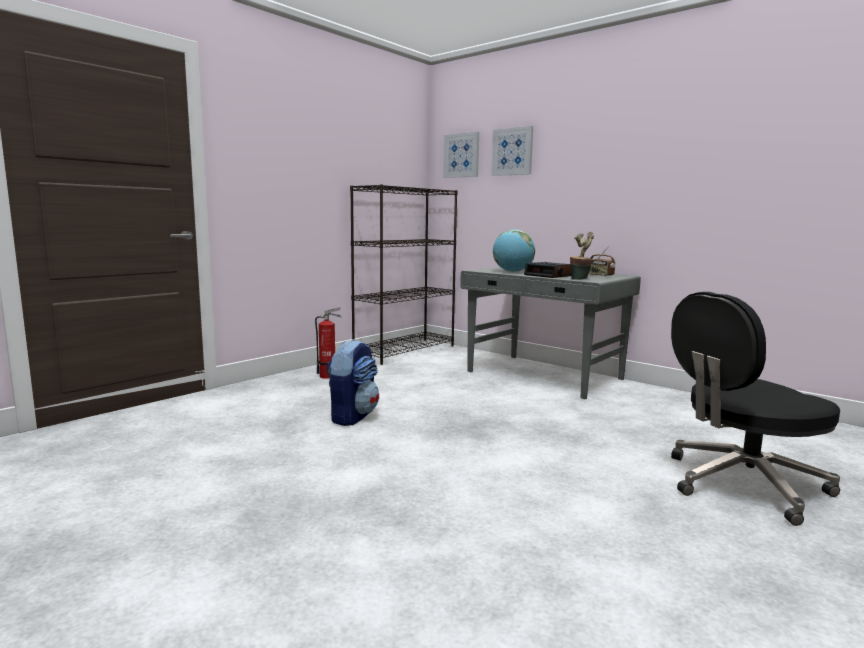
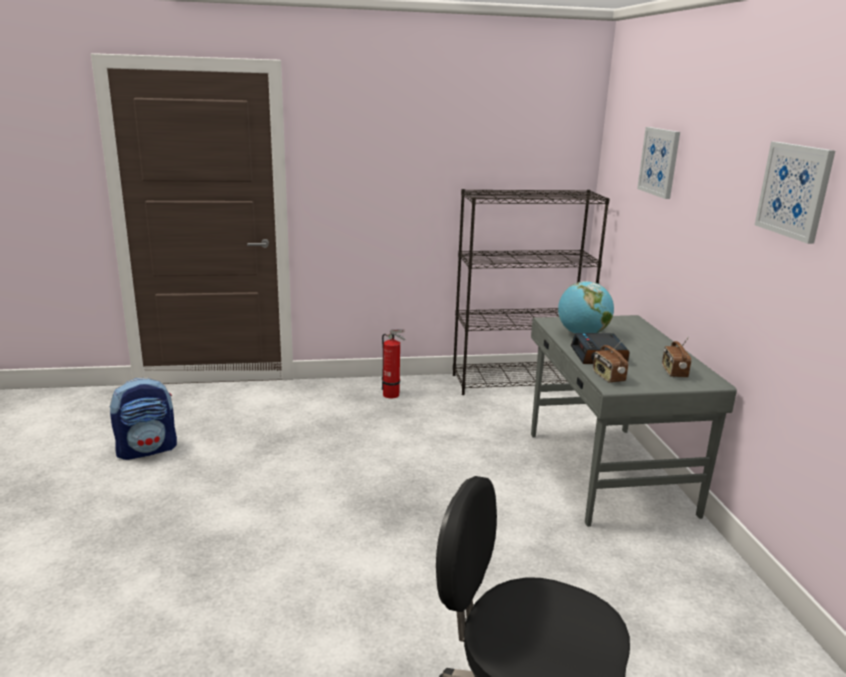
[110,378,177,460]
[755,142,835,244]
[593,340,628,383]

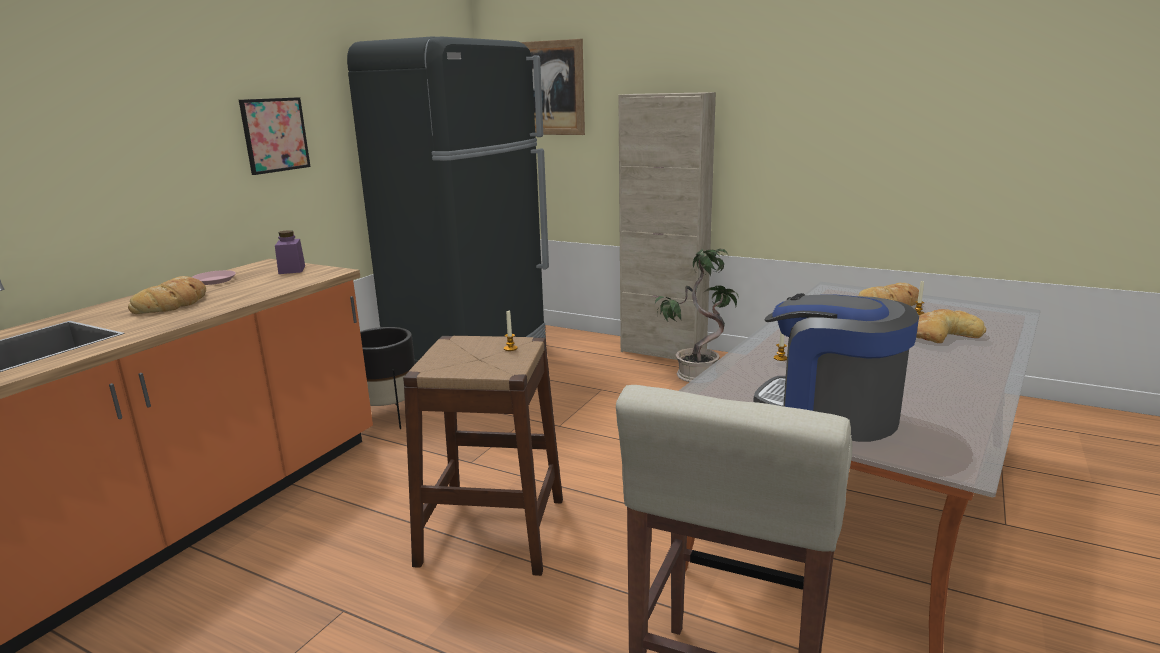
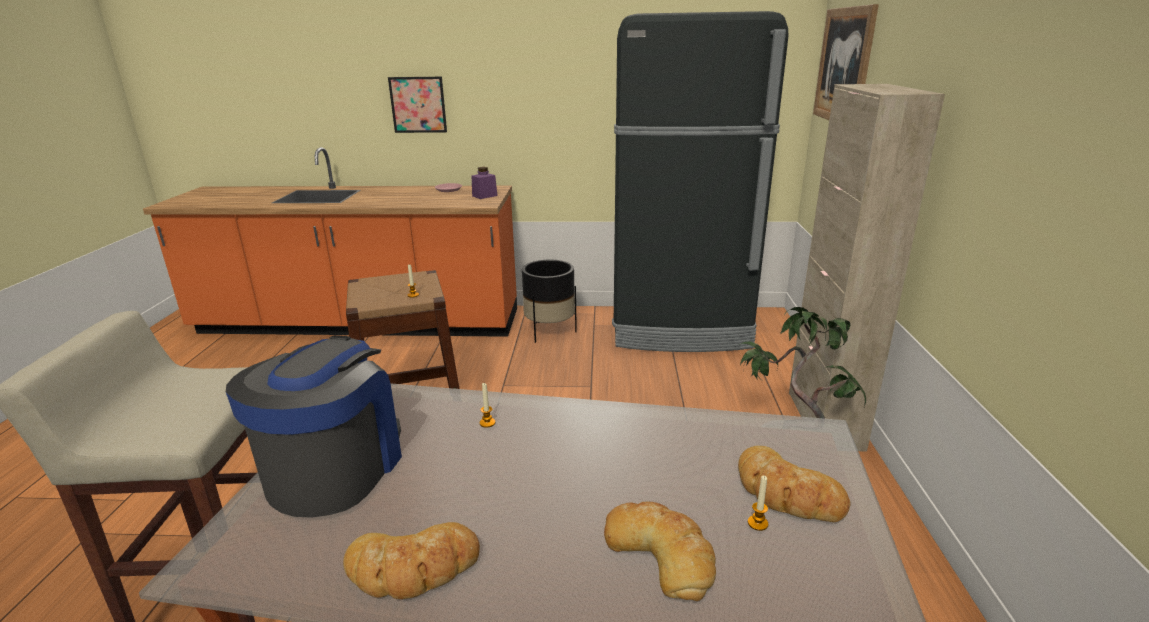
[343,522,480,599]
[388,77,447,133]

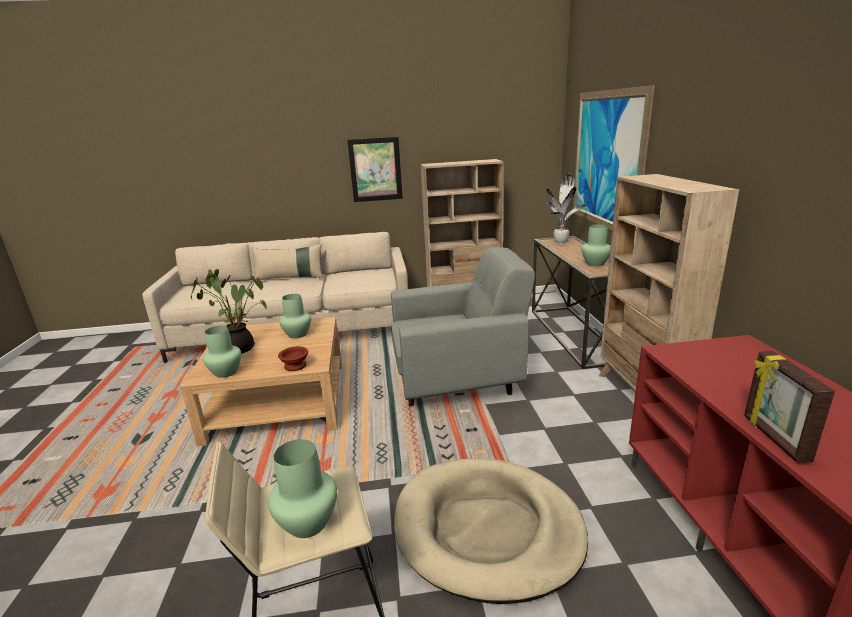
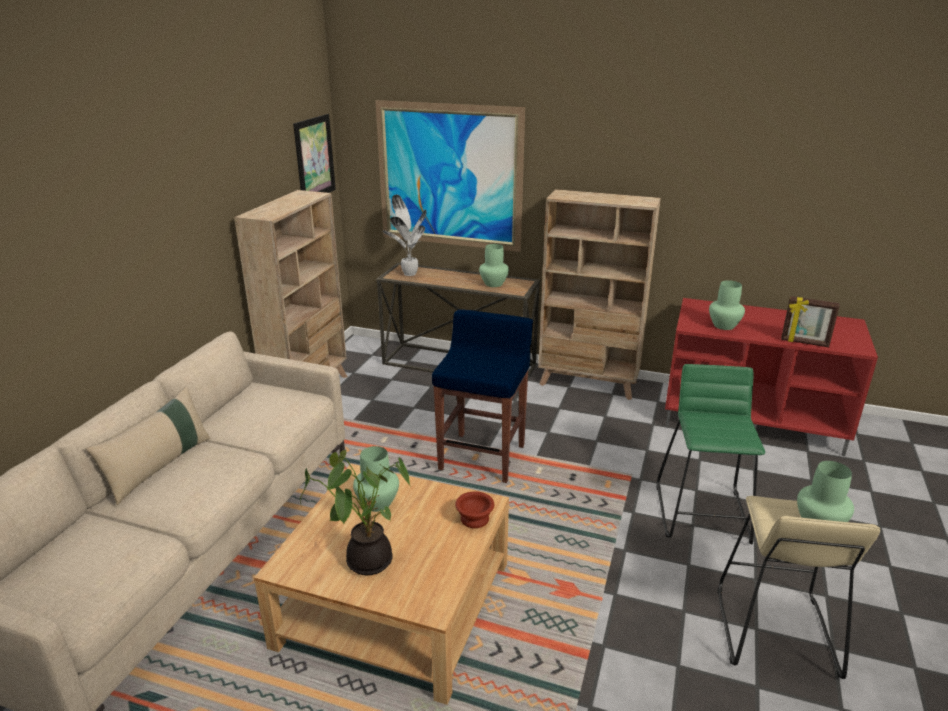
[709,280,745,330]
[293,114,336,193]
[432,309,533,483]
[656,364,765,544]

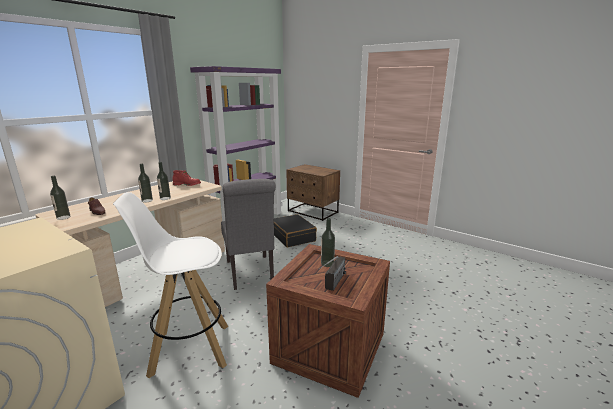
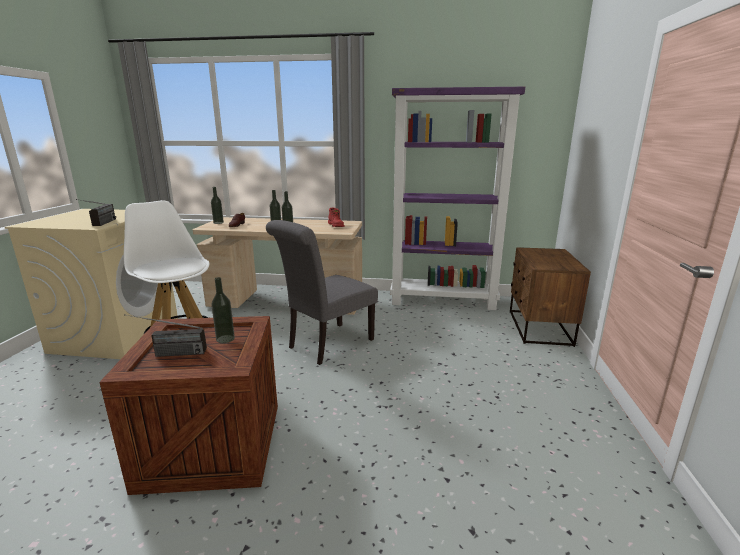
[274,214,317,247] (first image)
[76,199,116,226]

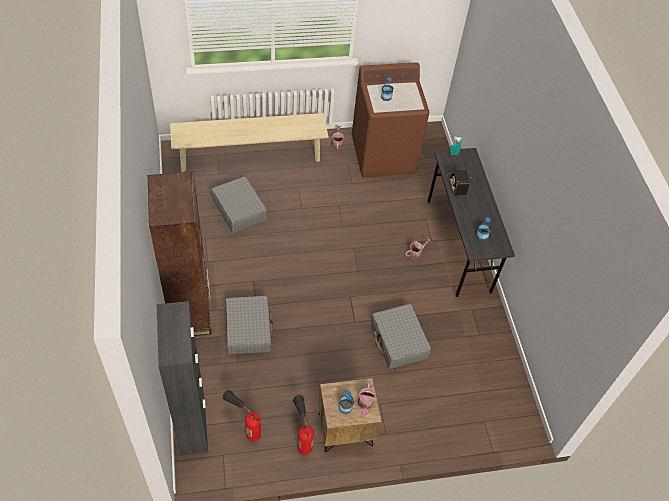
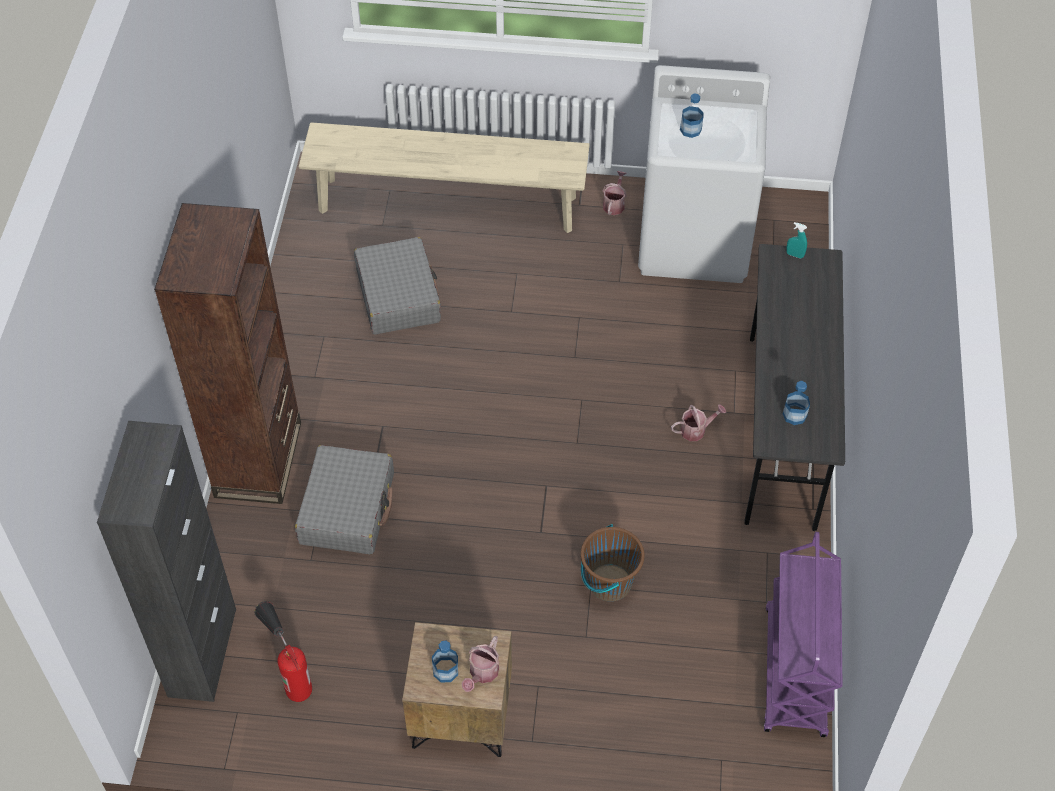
[293,395,314,455] (first image)
[447,170,471,196] (first image)
[763,532,842,737]
[581,524,644,602]
[638,65,770,283]

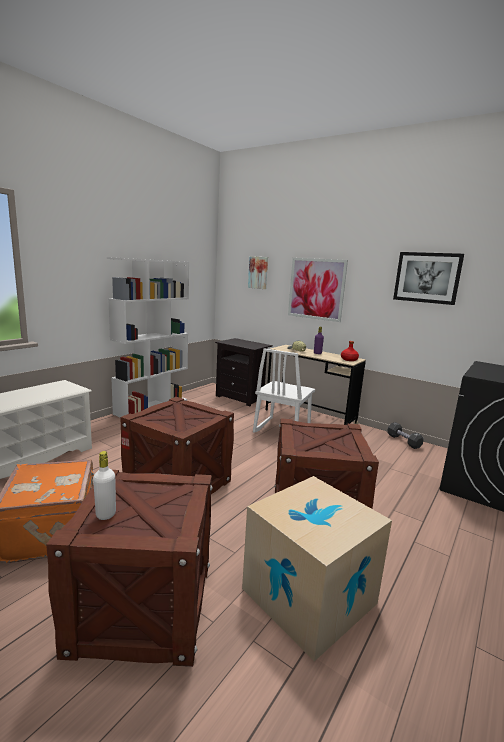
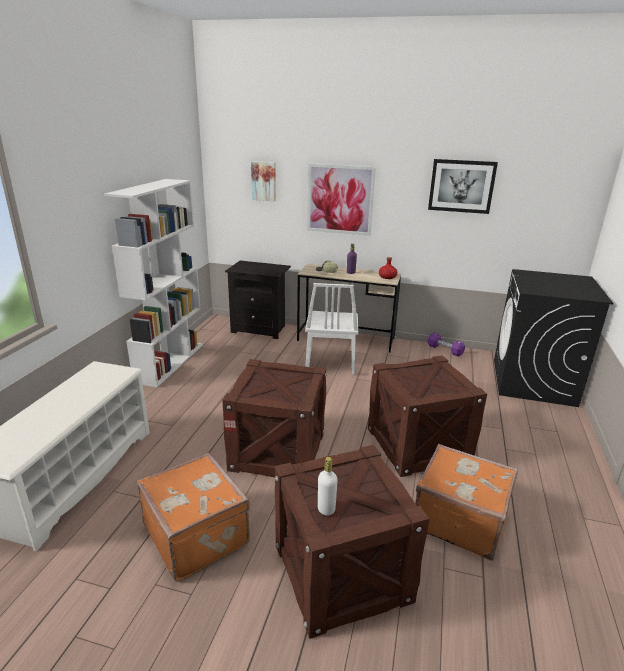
[415,444,518,561]
[428,333,465,357]

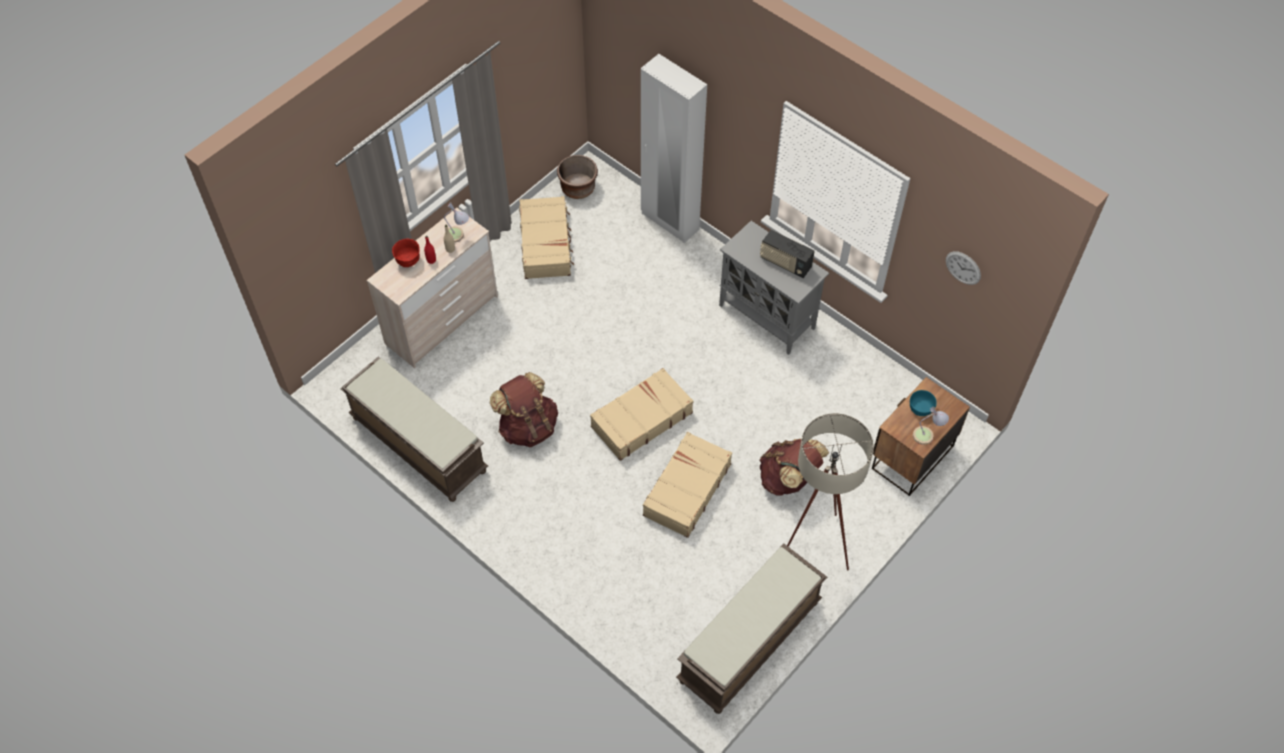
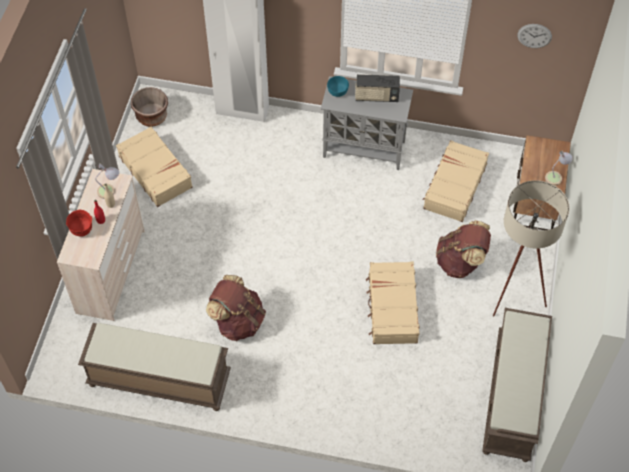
[423,140,489,222]
[327,76,349,97]

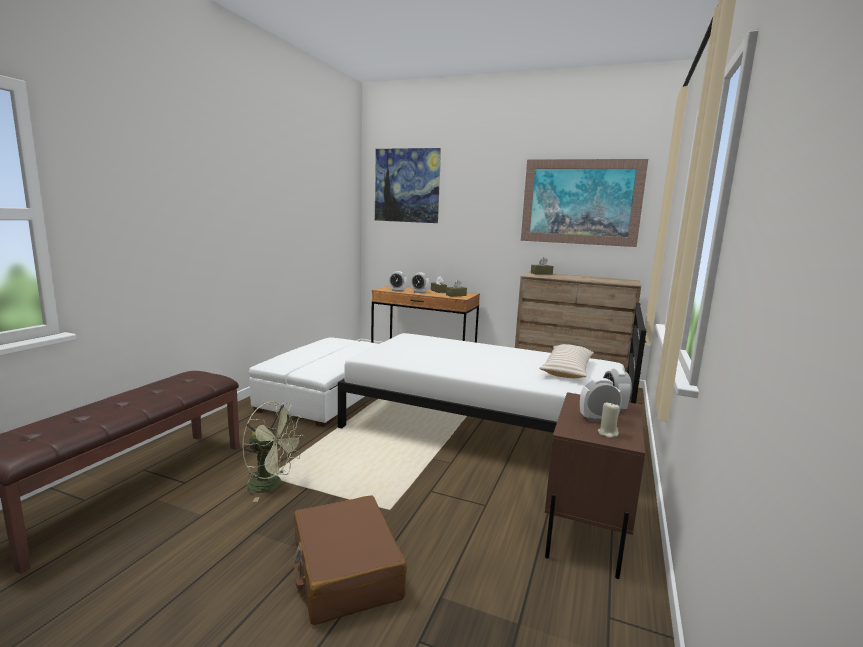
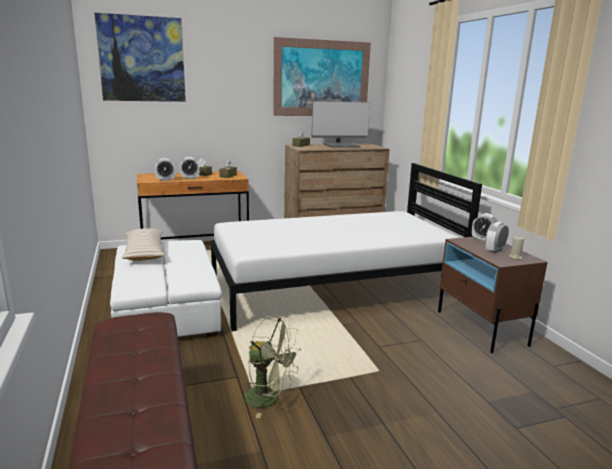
[294,495,407,625] (first image)
[312,101,370,147]
[122,228,165,261]
[243,315,301,418]

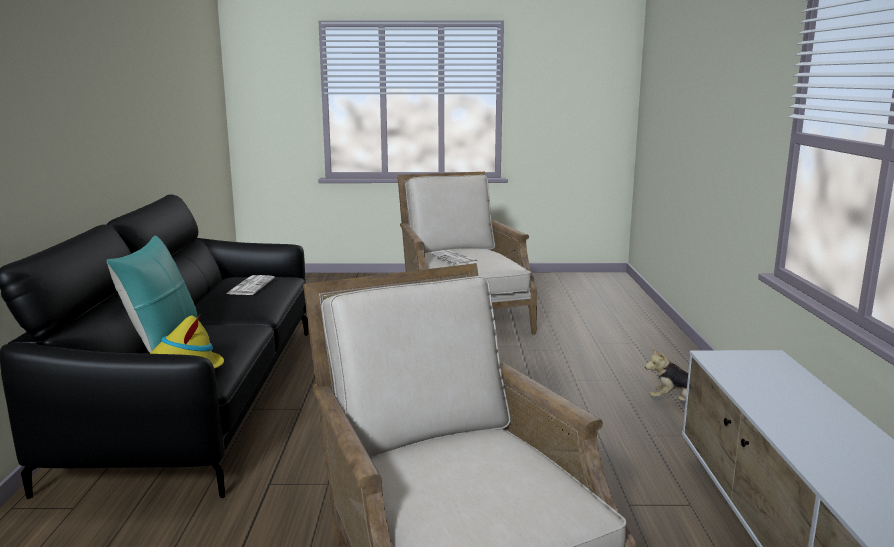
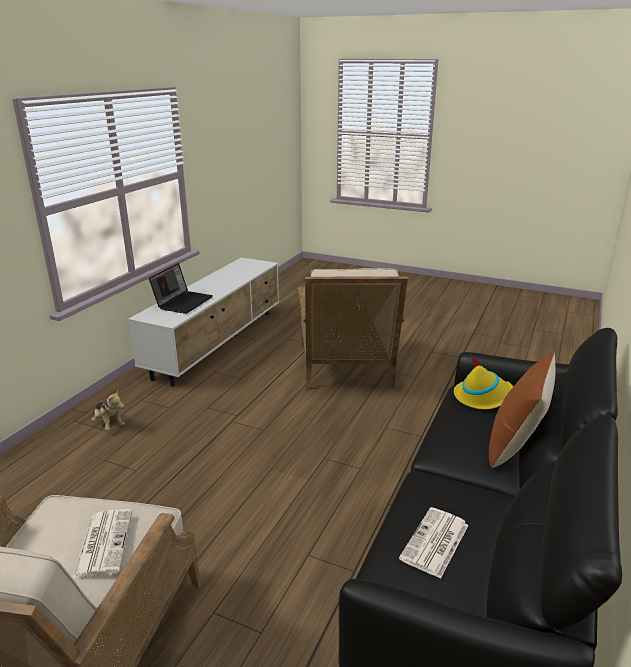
[149,263,213,314]
[489,352,556,468]

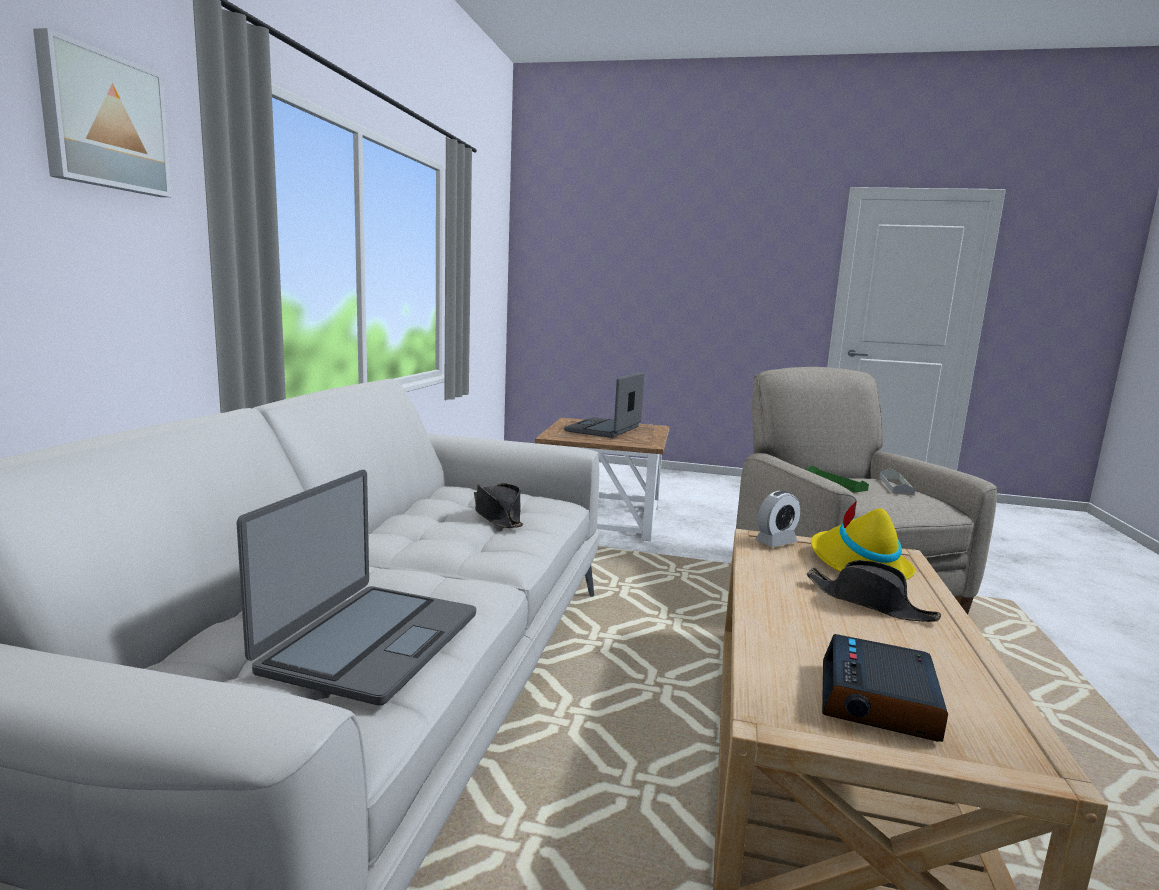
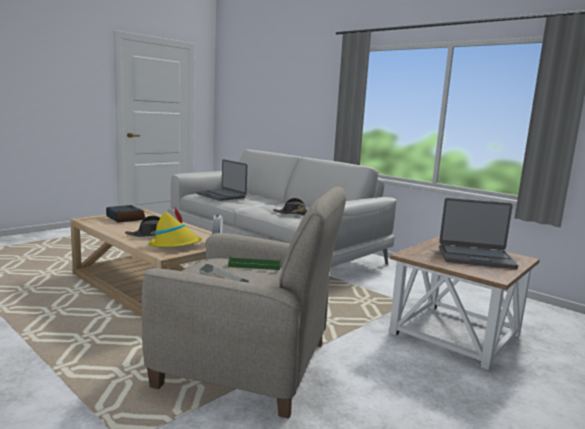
[33,28,172,197] (first image)
[439,198,518,269]

